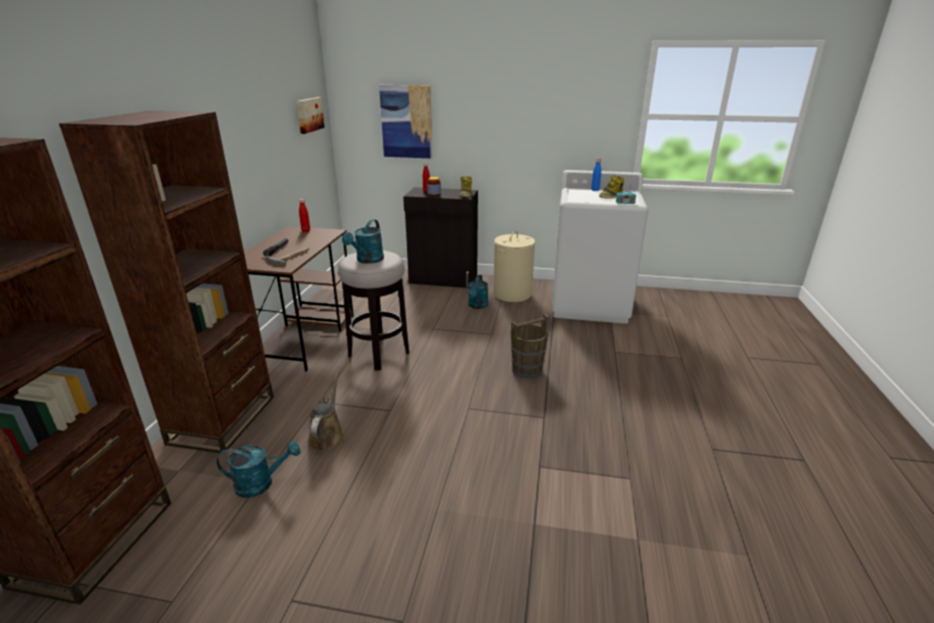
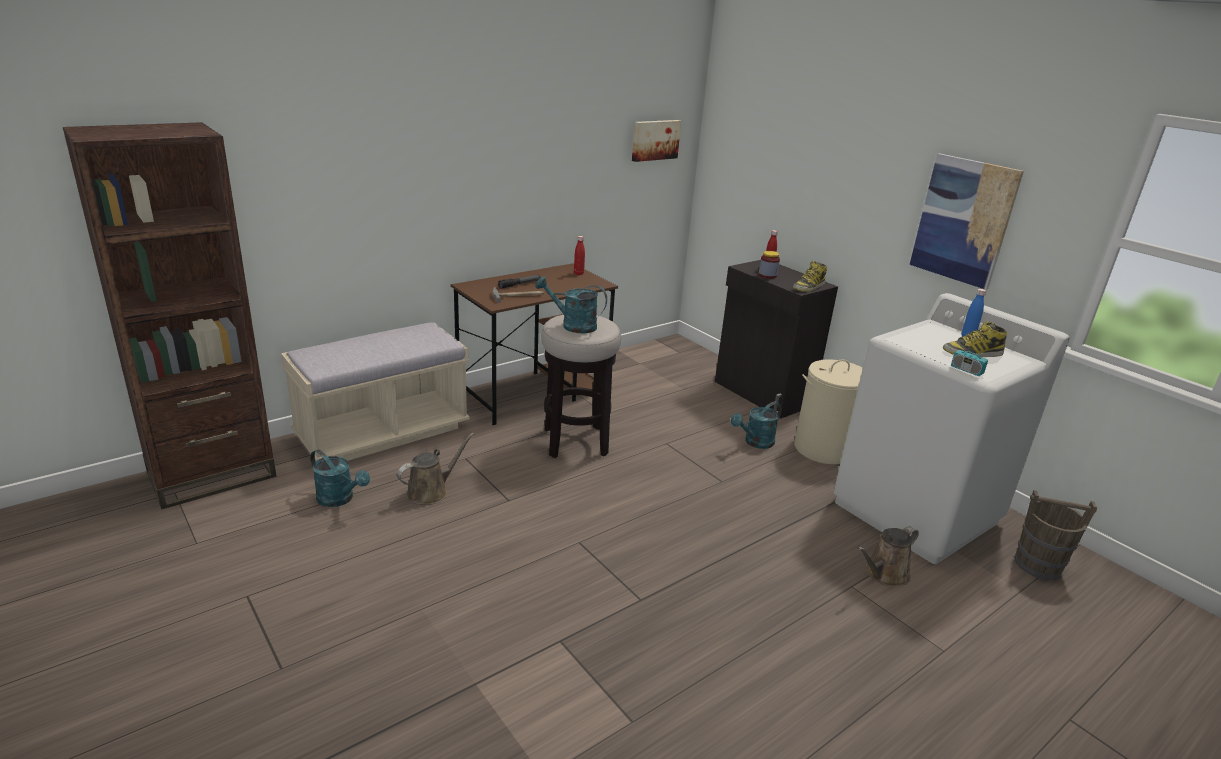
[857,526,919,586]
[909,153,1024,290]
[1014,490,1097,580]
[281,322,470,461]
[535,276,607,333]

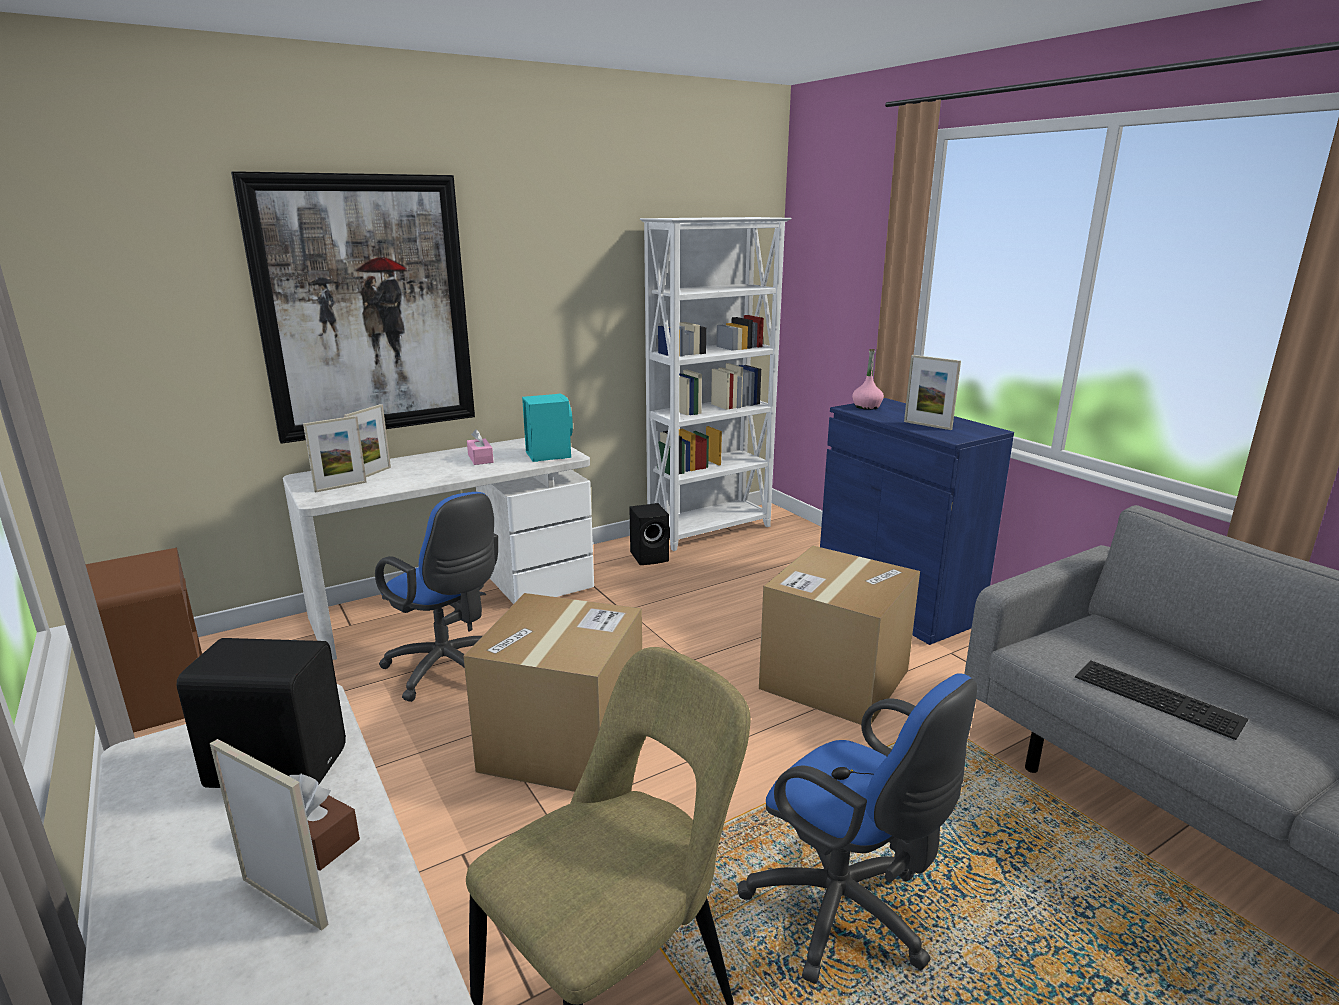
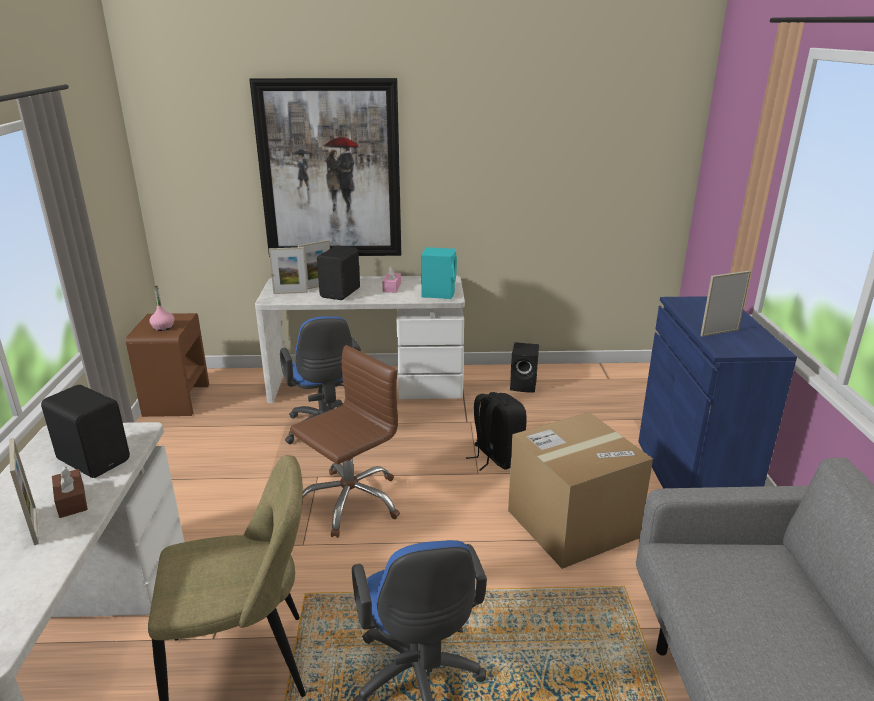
[640,217,792,551] (first image)
[1075,661,1248,740] (first image)
[317,245,360,300]
[466,392,527,471]
[149,285,174,331]
[290,345,400,538]
[700,271,751,337]

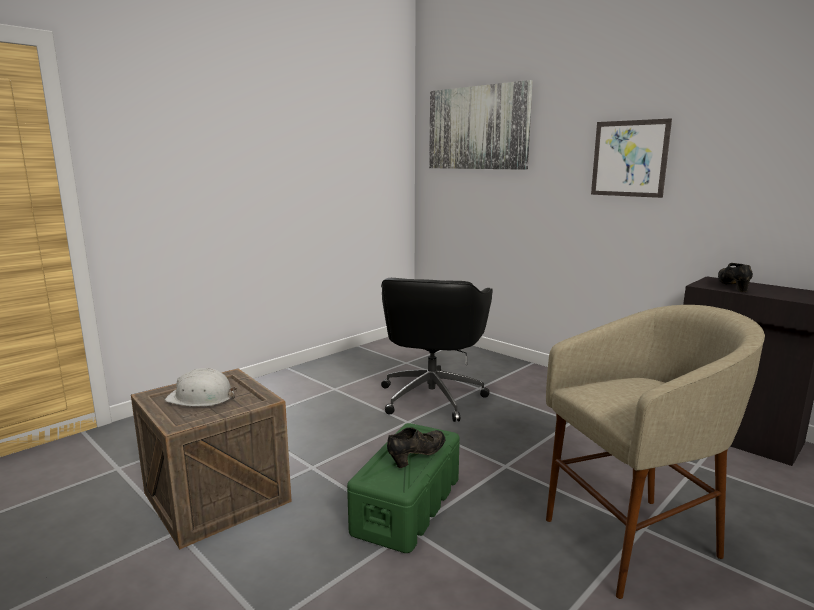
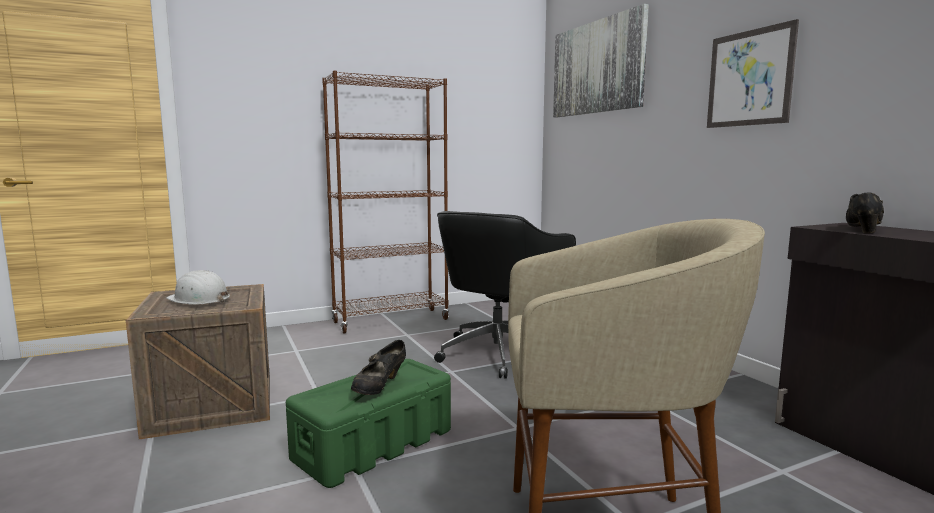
[322,71,449,334]
[351,340,406,395]

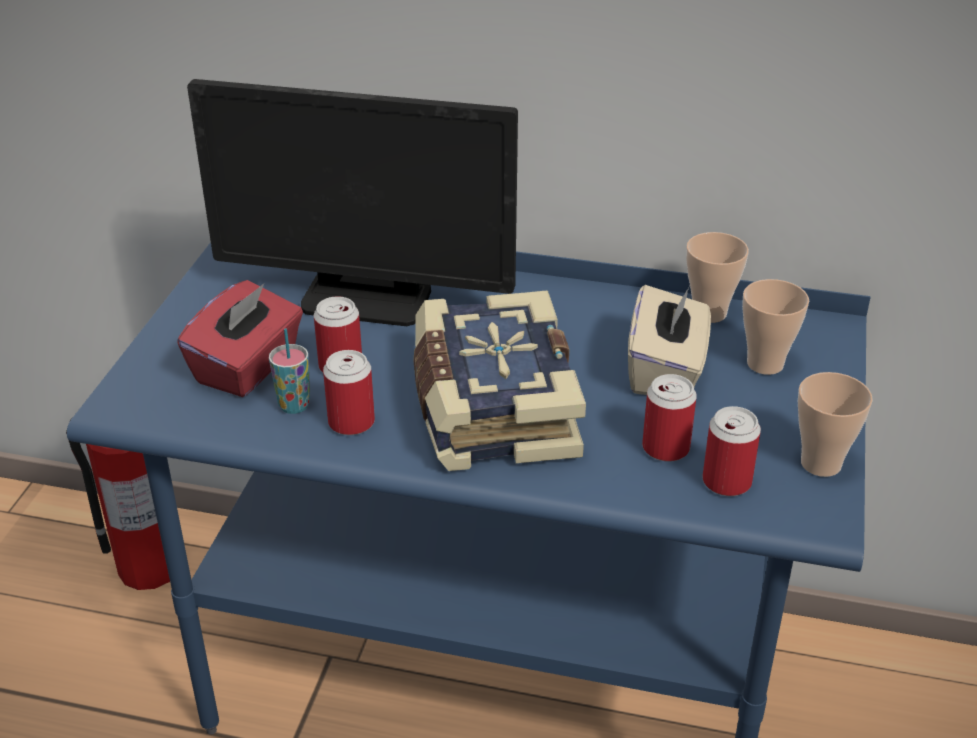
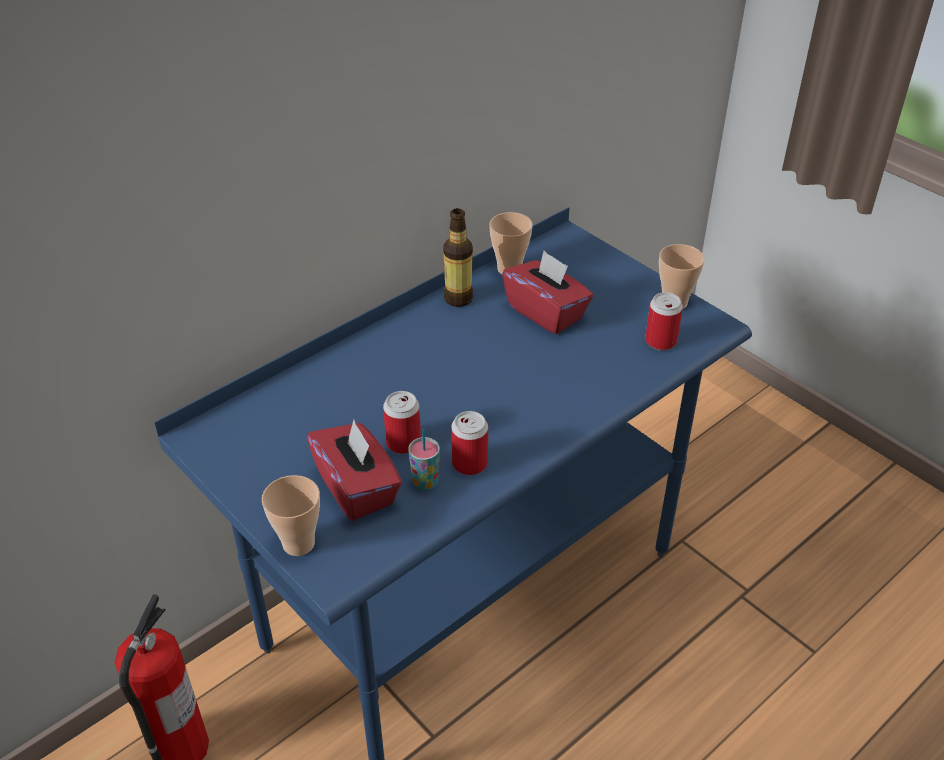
[187,79,518,326] (first image)
[413,290,586,471] (first image)
[642,374,697,461] (first image)
[443,208,473,307]
[262,475,320,556]
[502,251,593,334]

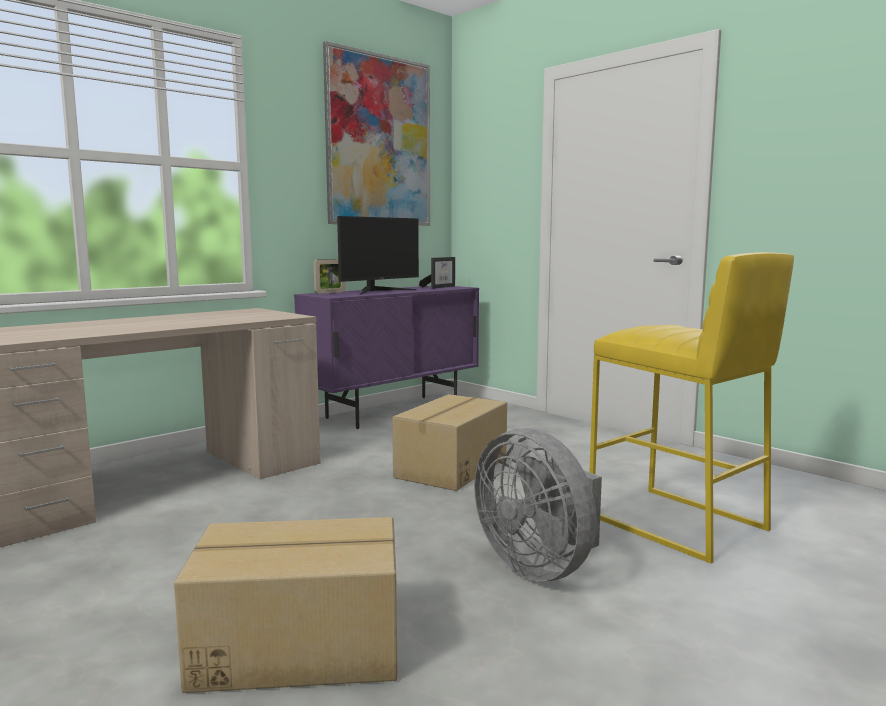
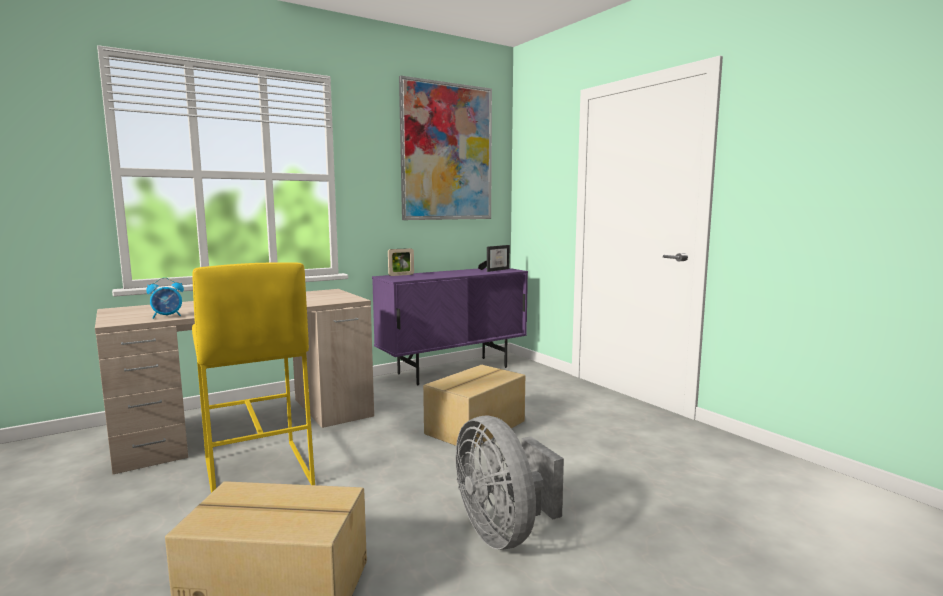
[337,216,419,295] (first image)
[146,278,184,319]
[192,262,315,493]

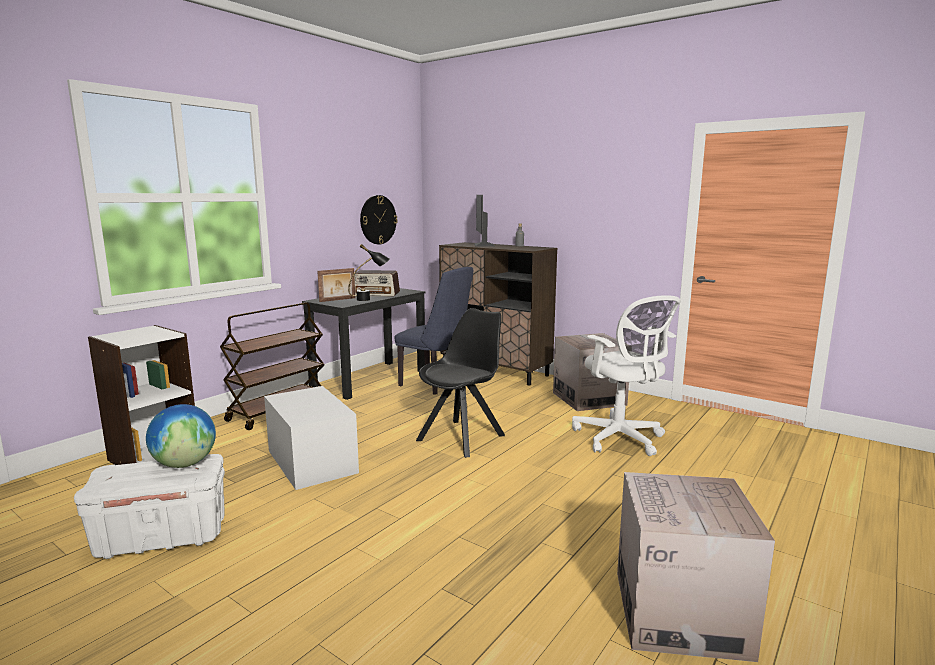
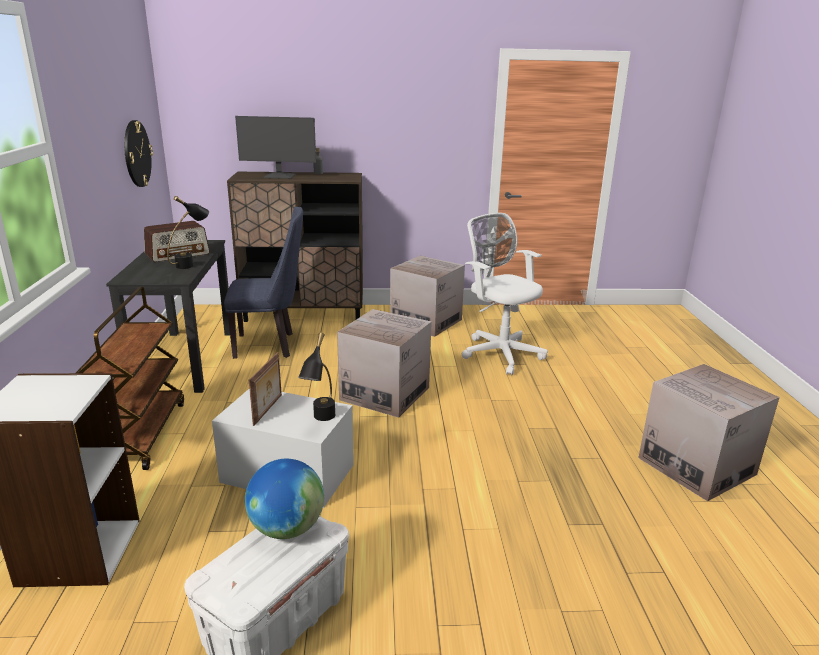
[298,333,335,421]
[249,352,282,426]
[337,309,432,418]
[235,116,316,179]
[462,213,548,375]

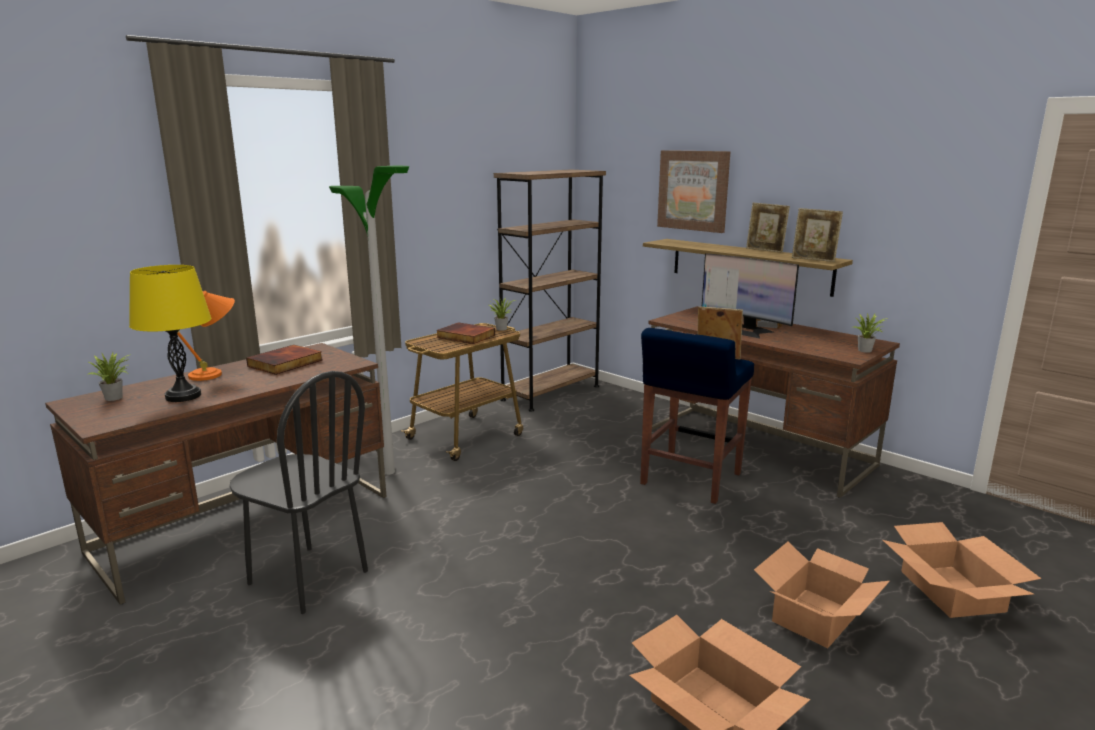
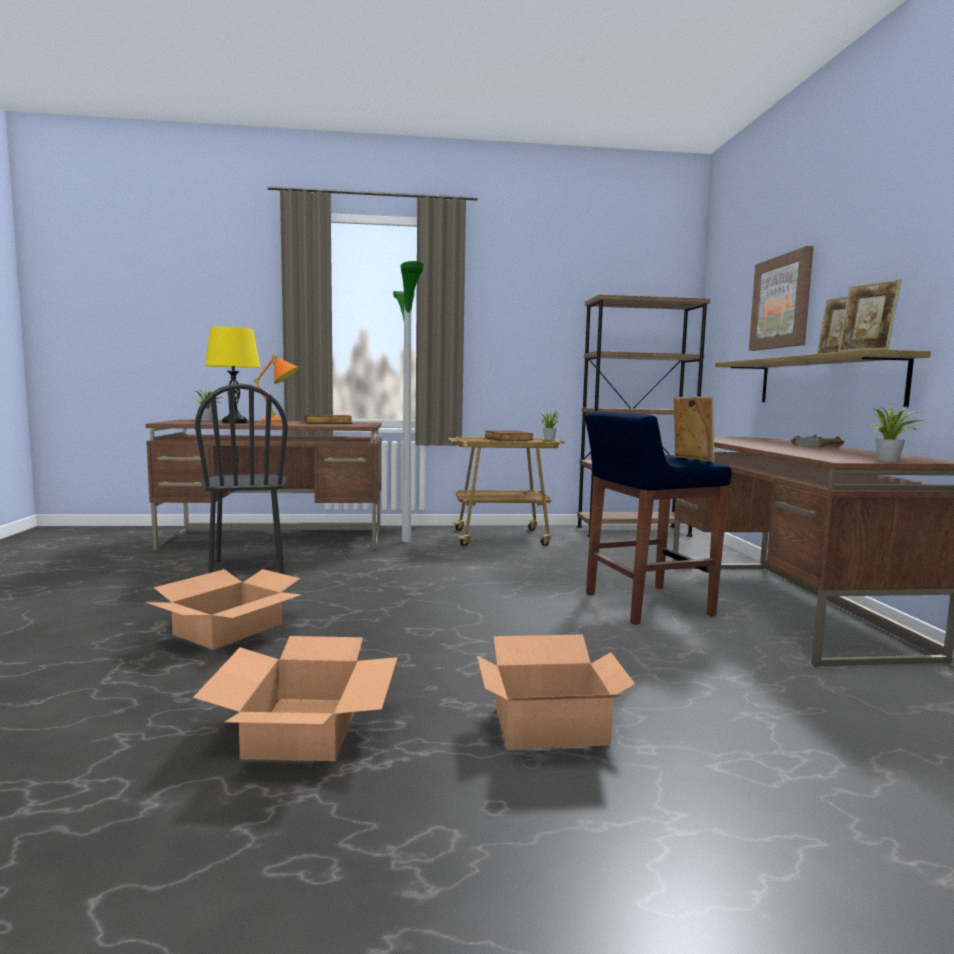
[702,253,799,338] (first image)
[145,569,302,650]

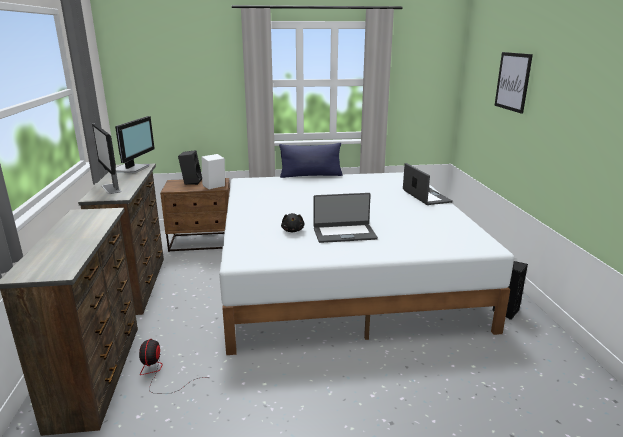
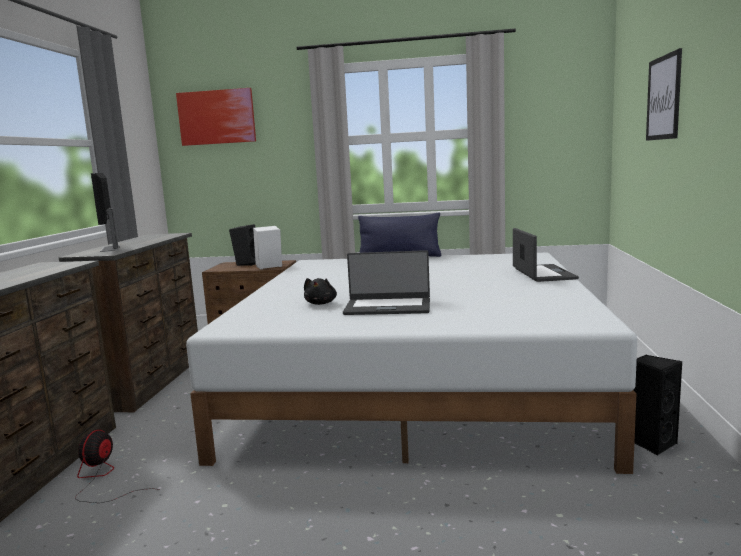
[115,116,155,173] (first image)
[176,88,256,146]

